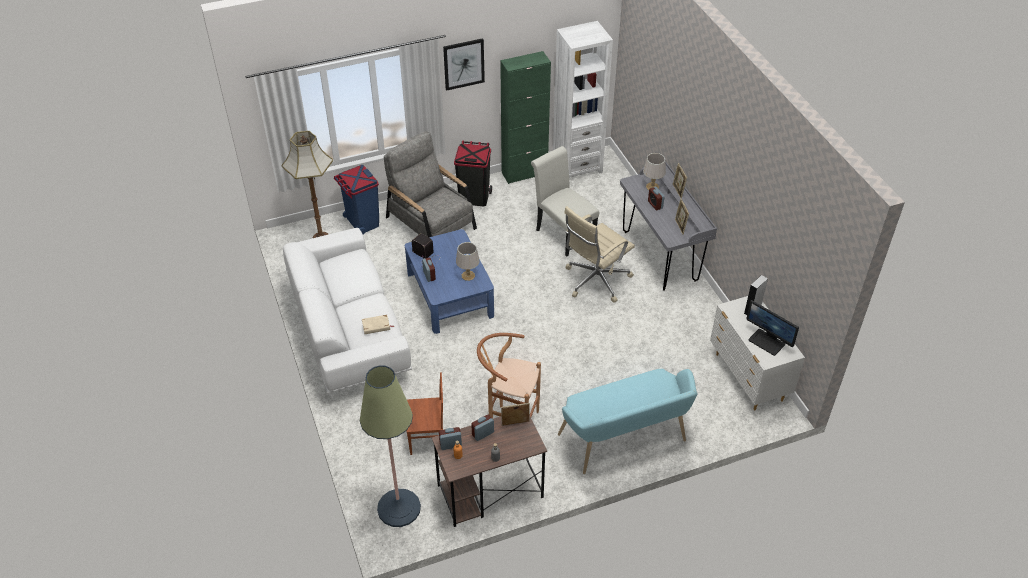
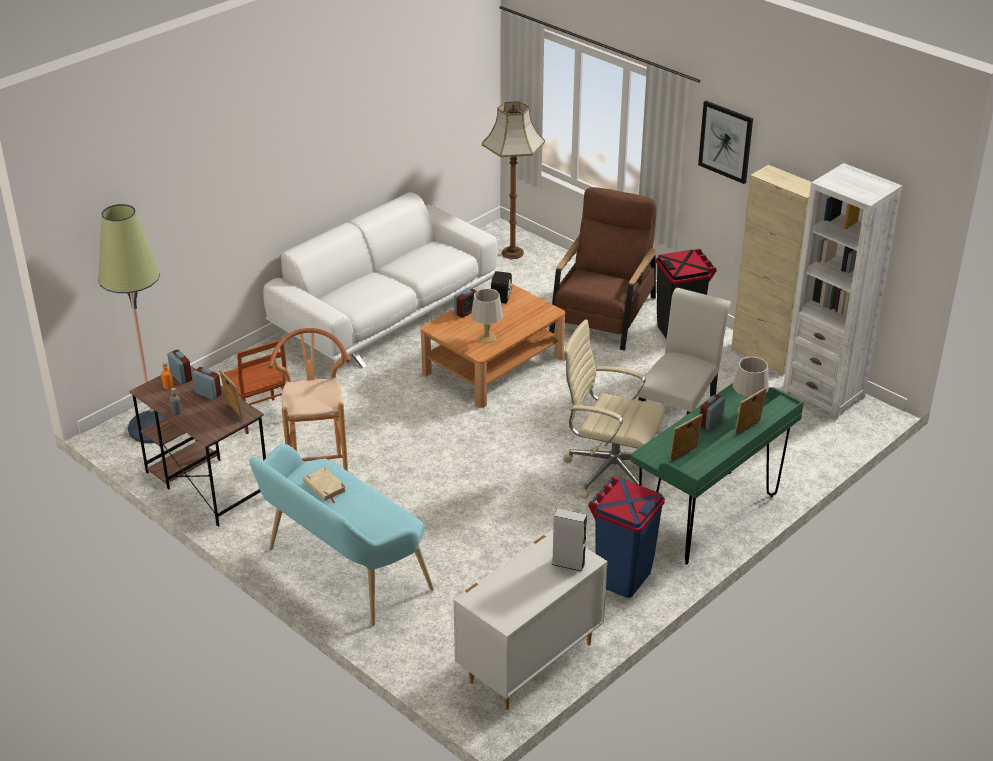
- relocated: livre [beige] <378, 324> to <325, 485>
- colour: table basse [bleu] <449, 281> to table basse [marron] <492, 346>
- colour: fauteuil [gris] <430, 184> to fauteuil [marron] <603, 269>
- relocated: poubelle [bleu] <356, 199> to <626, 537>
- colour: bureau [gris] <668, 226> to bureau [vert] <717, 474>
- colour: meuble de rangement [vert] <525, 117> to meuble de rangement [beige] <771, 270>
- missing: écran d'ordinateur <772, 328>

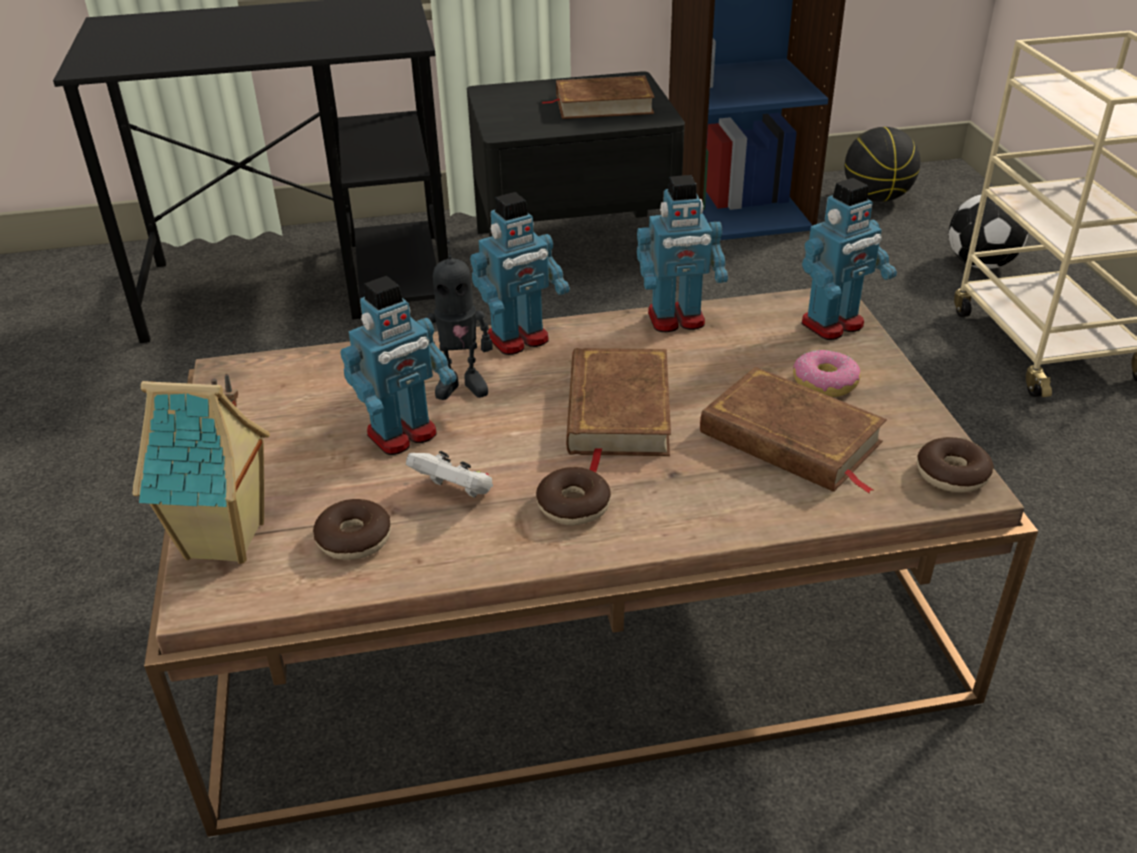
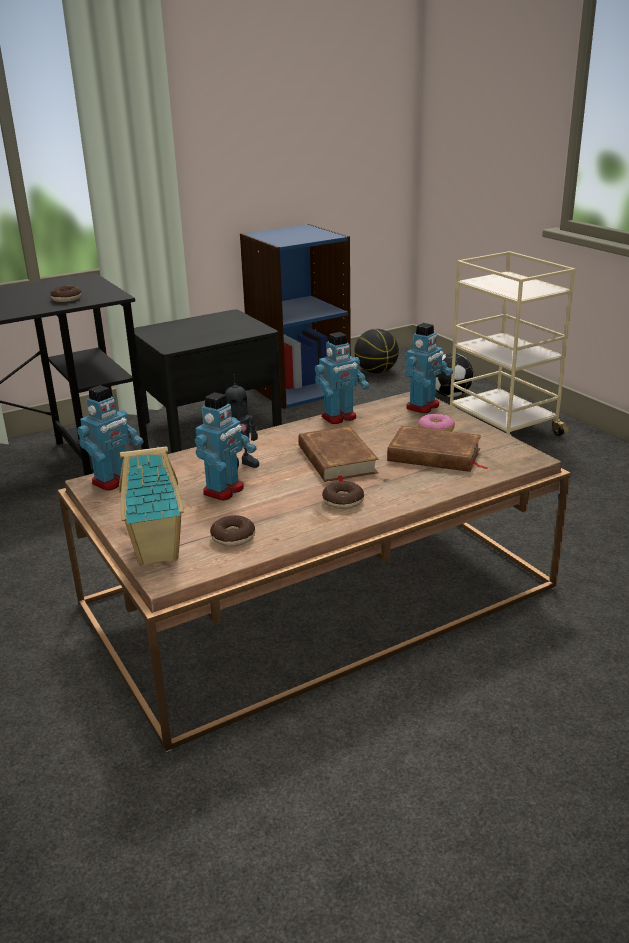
- relocated: beignet <955, 464> to <65, 294>
- relocated: robot jouet <520, 273> to <110, 438>
- missing: manette [blanc] <449, 474>
- missing: livre [marron] <598, 97>

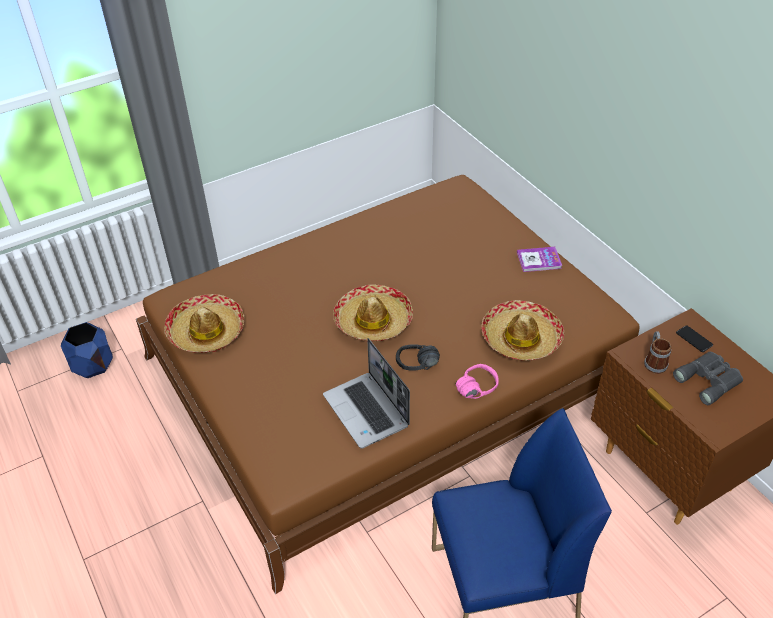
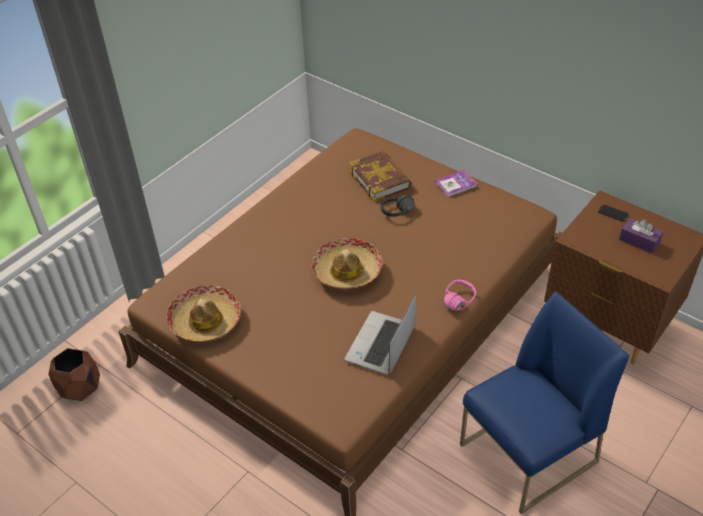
- colour: cache-pot [bleu] <87, 350> to cache-pot [marron] <74, 374>
- spun: ordinateur portable <366, 393> = <380, 335> 75 degrees clockwise
- appeared: livre <380, 176>
- relocated: casque audio [noir] <418, 357> to <398, 206>
- exchanged: jumelles [gris] <708, 378> to boîte à mouchoirs [violet] <641, 235>
- missing: chapeau <522, 330>
- missing: mug <657, 353>

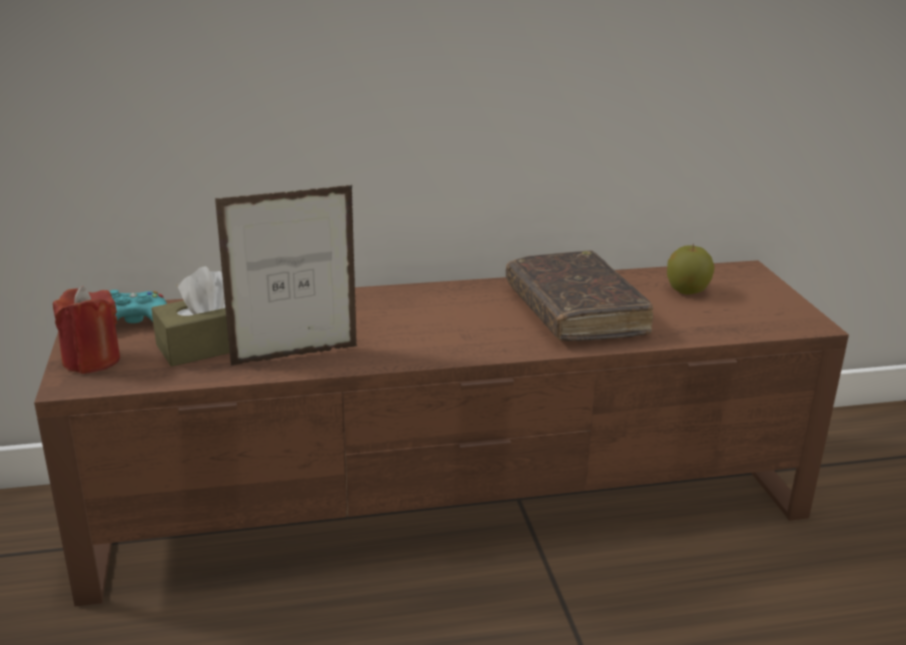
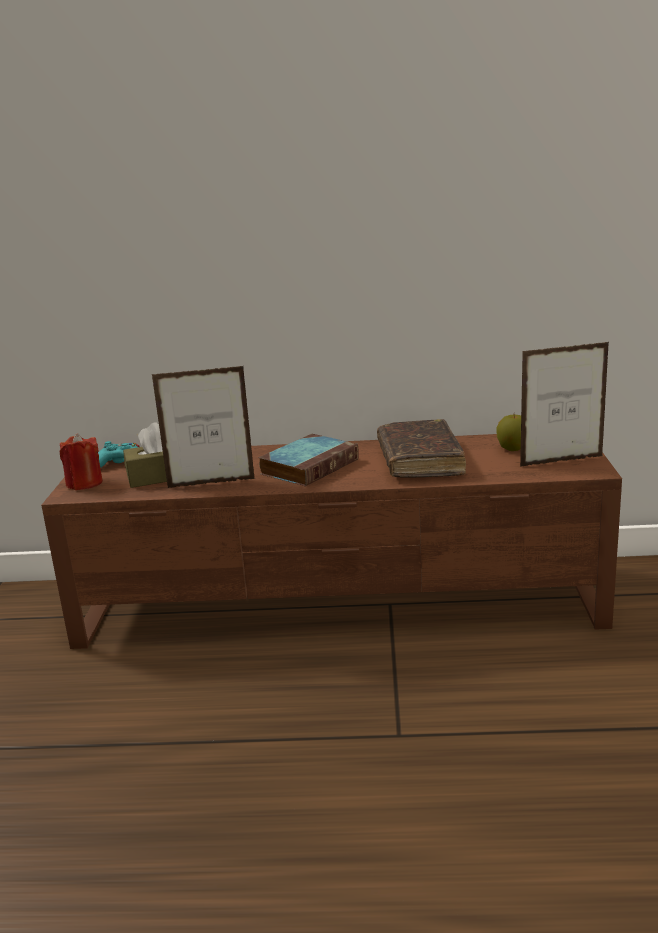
- appeared: livre <308, 460>
- appeared: cadre photo <564, 404>

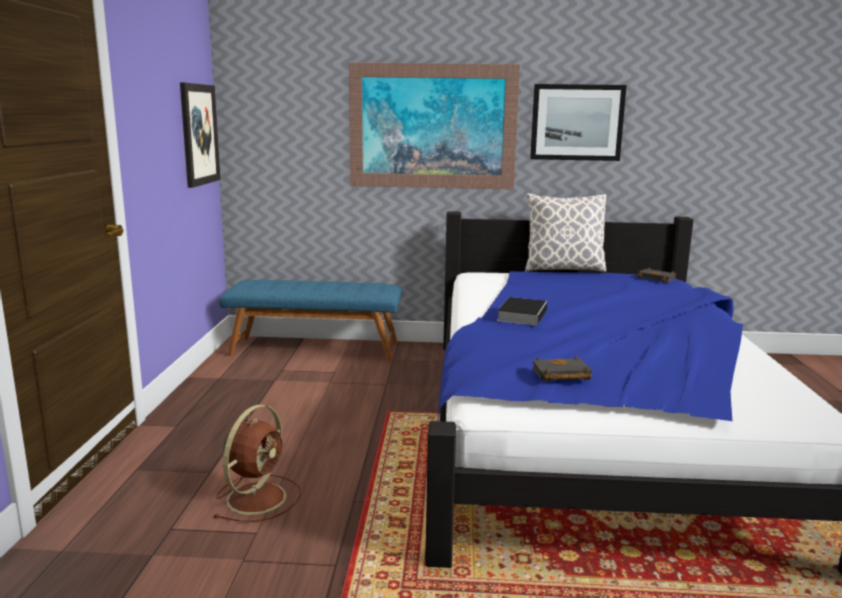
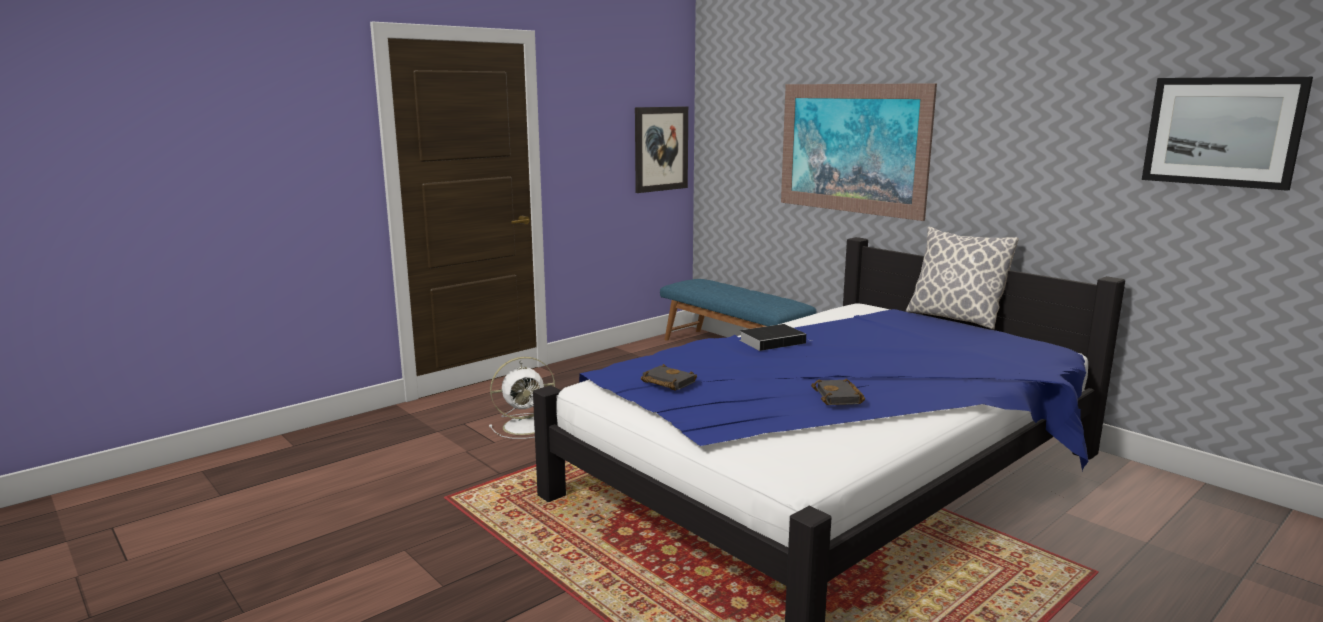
- colour: ventilateur [marron] <257, 463> to ventilateur [blanc] <522, 398>
- relocated: livre [noir] <656, 275> to <838, 392>
- relocated: tableau <578, 122> to <1227, 134>

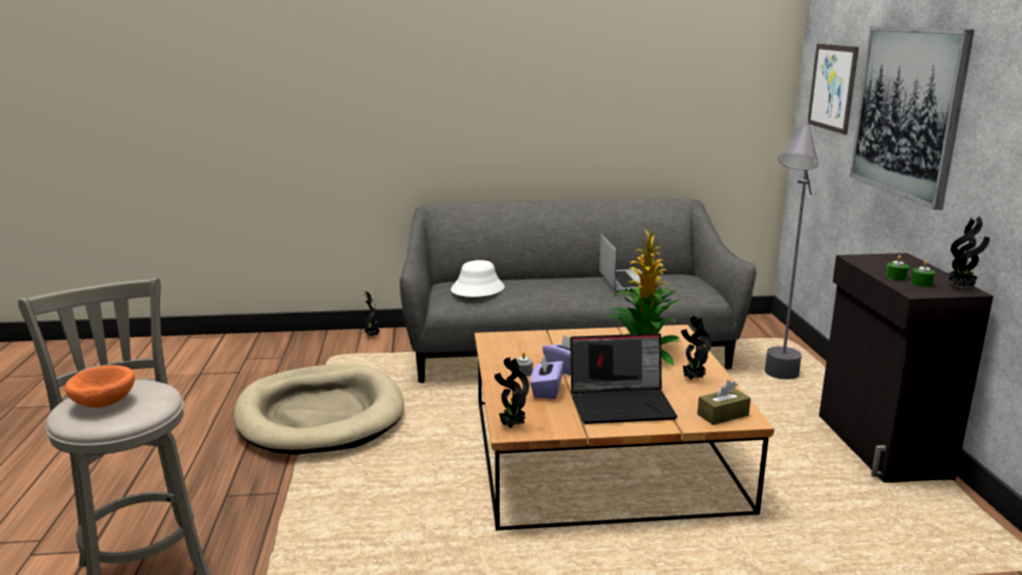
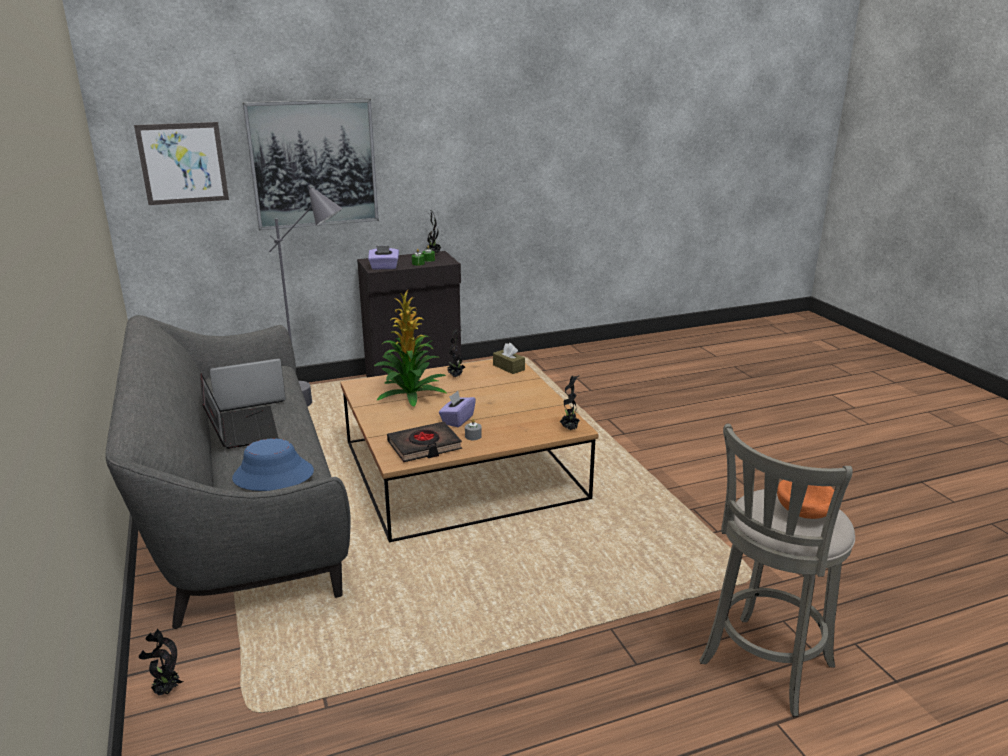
- relocated: ordinateur portable <624, 378> to <239, 411>
- colour: chapeau [blanc] <478, 278> to chapeau [bleu] <273, 464>
- relocated: boîte à mouchoirs [violet] <546, 376> to <383, 258>
- appeared: livre [noir] <424, 442>
- missing: panier pour chien [beige] <319, 409>

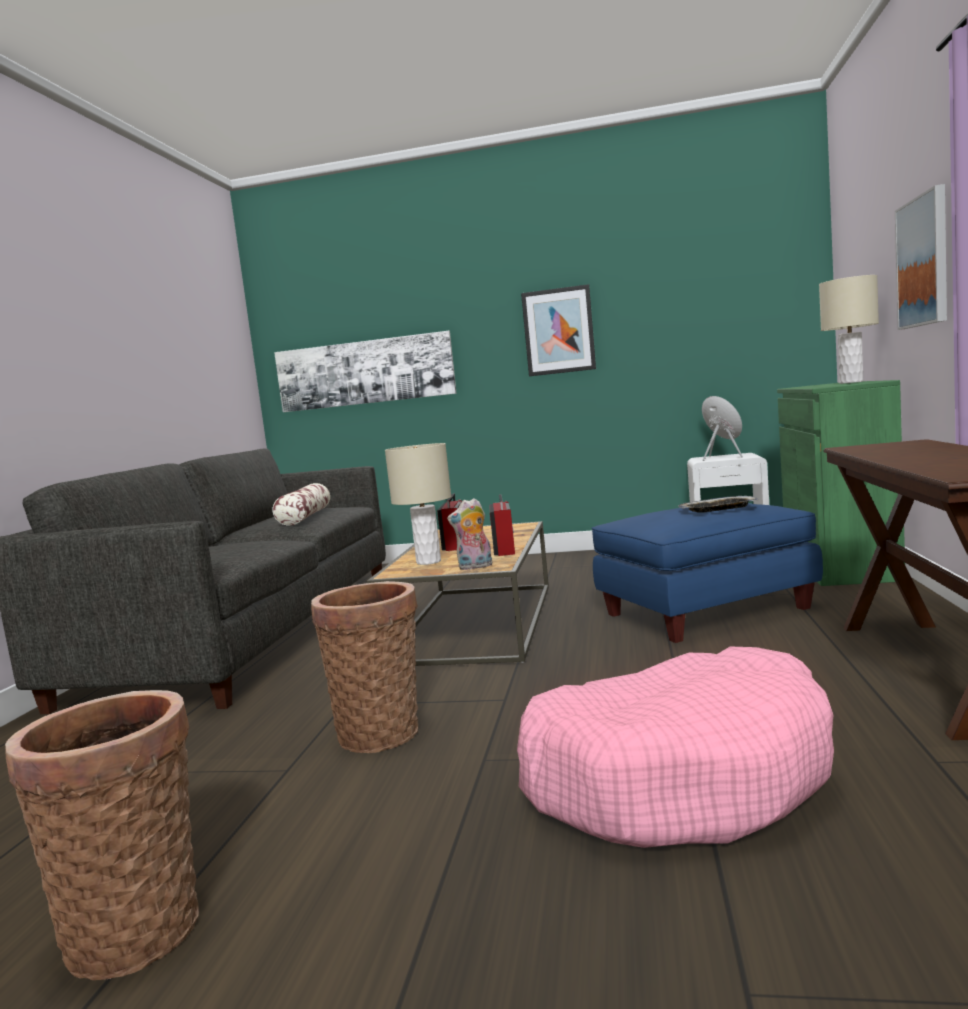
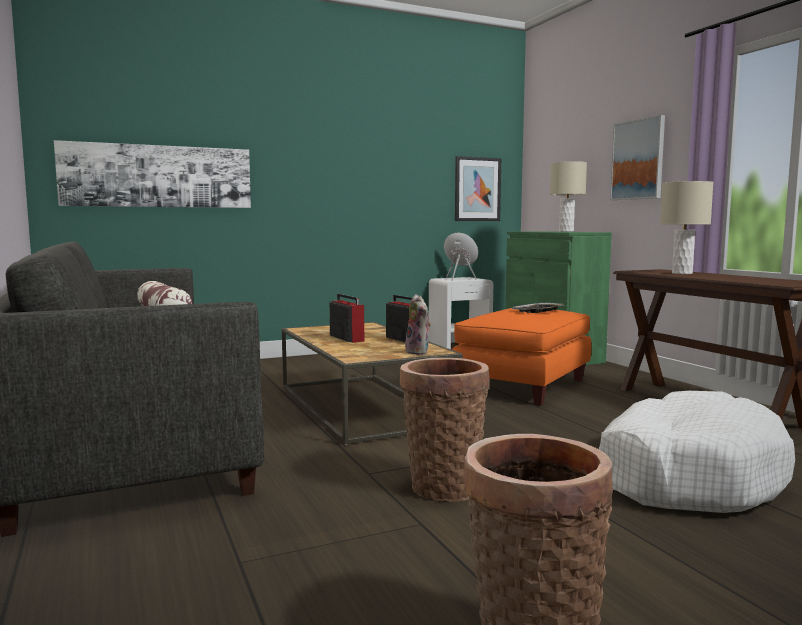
- spun: peluche <469, 534> = <418, 324> 60 degrees counterclockwise
- colour: pouf [bleu] <707, 573> to pouf [orange] <521, 357>
- relocated: tableau <558, 330> to <478, 188>
- colour: panier pour chien [rose] <675, 747> to panier pour chien [blanc] <697, 452>
- relocated: lampe de table [beige] <418, 504> to <687, 227>

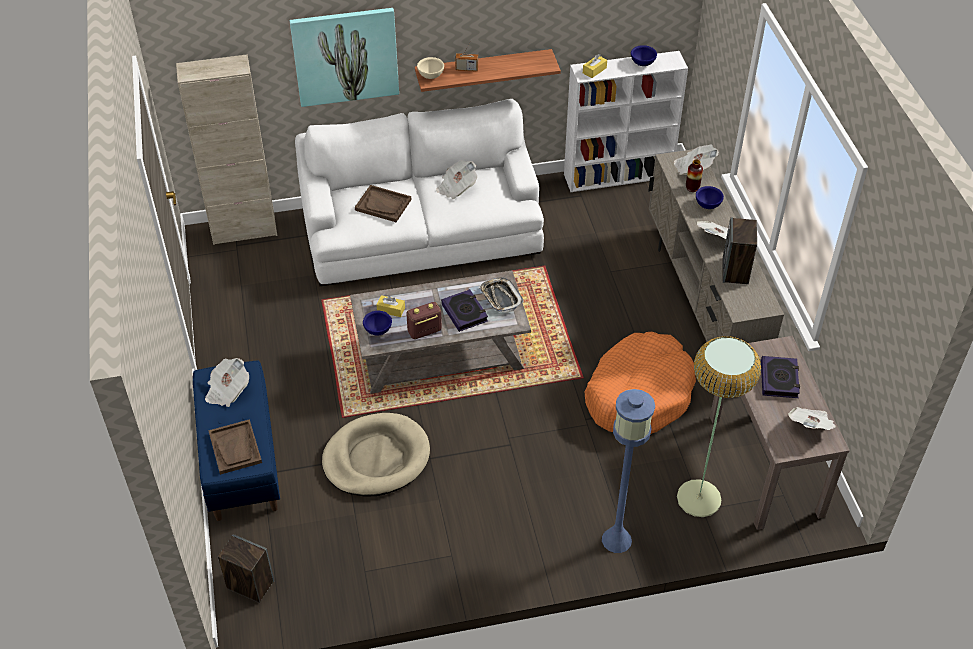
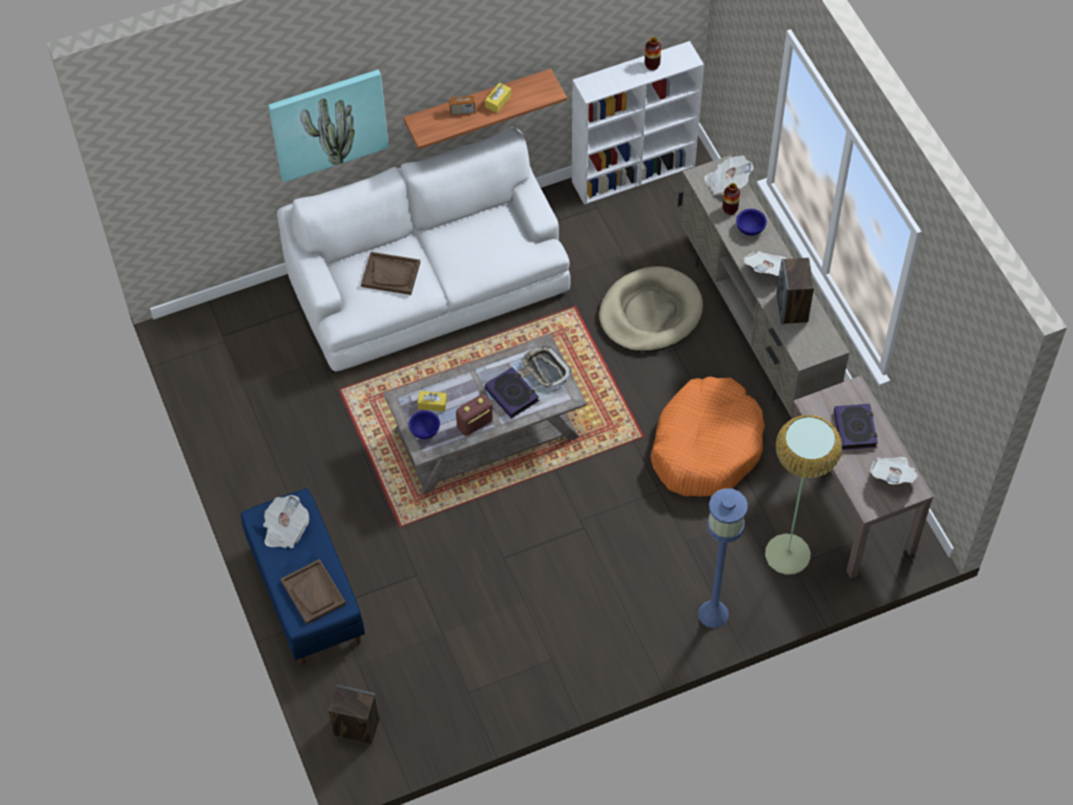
- relocated: boîte à mouchoirs [jaune] <595, 66> to <498, 98>
- relocated: panier pour chien [beige] <376, 454> to <651, 309>
- exchanged: bol [bleu] <644, 55> to vase <653, 53>
- missing: meuble de rangement [beige] <226, 149>
- missing: bol [beige] <430, 68>
- missing: journal <456, 179>

